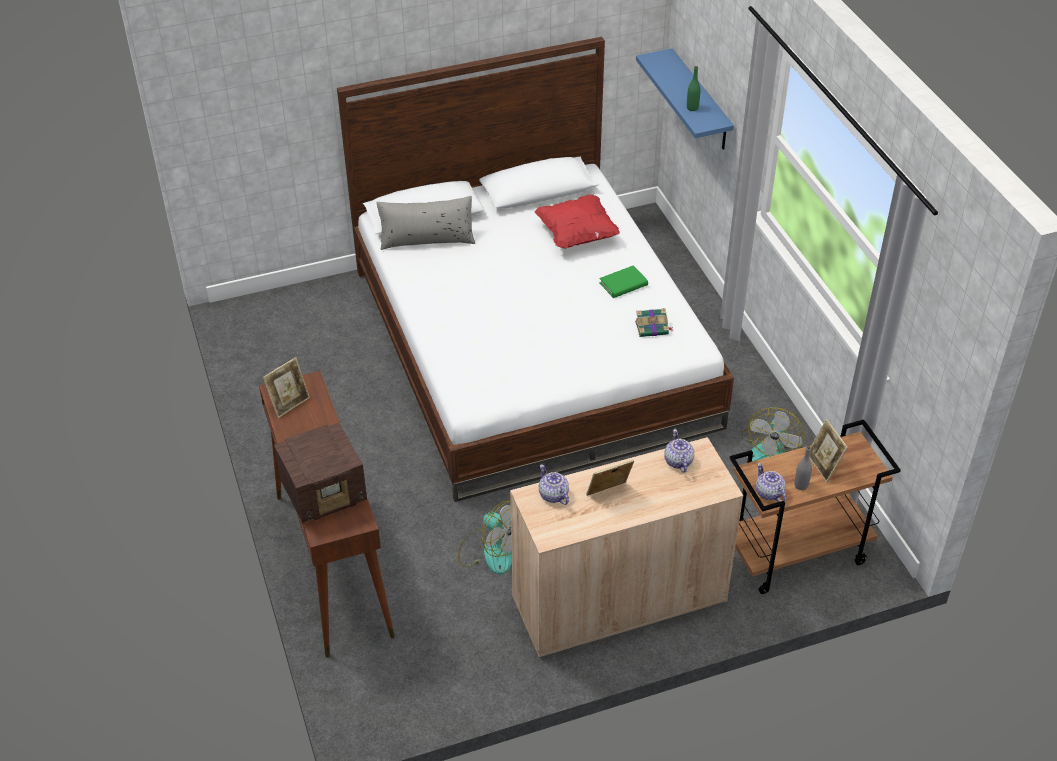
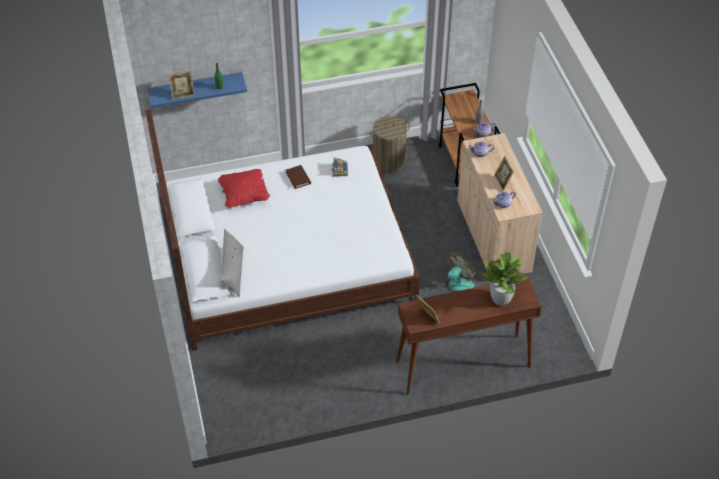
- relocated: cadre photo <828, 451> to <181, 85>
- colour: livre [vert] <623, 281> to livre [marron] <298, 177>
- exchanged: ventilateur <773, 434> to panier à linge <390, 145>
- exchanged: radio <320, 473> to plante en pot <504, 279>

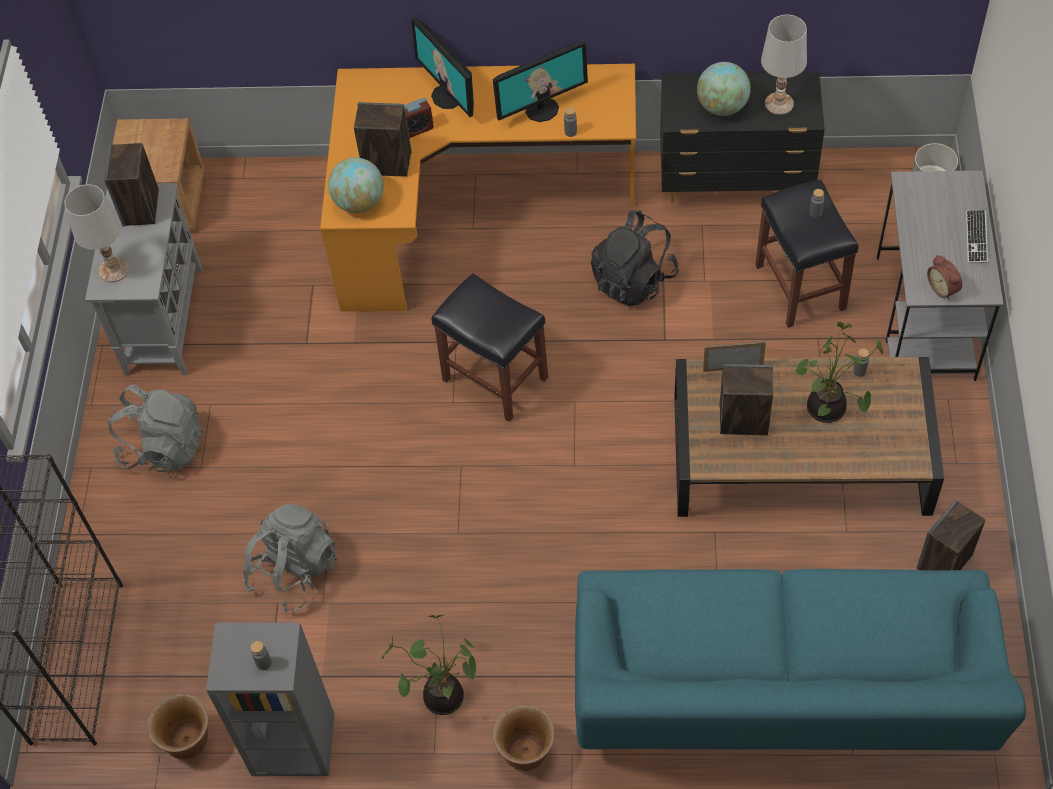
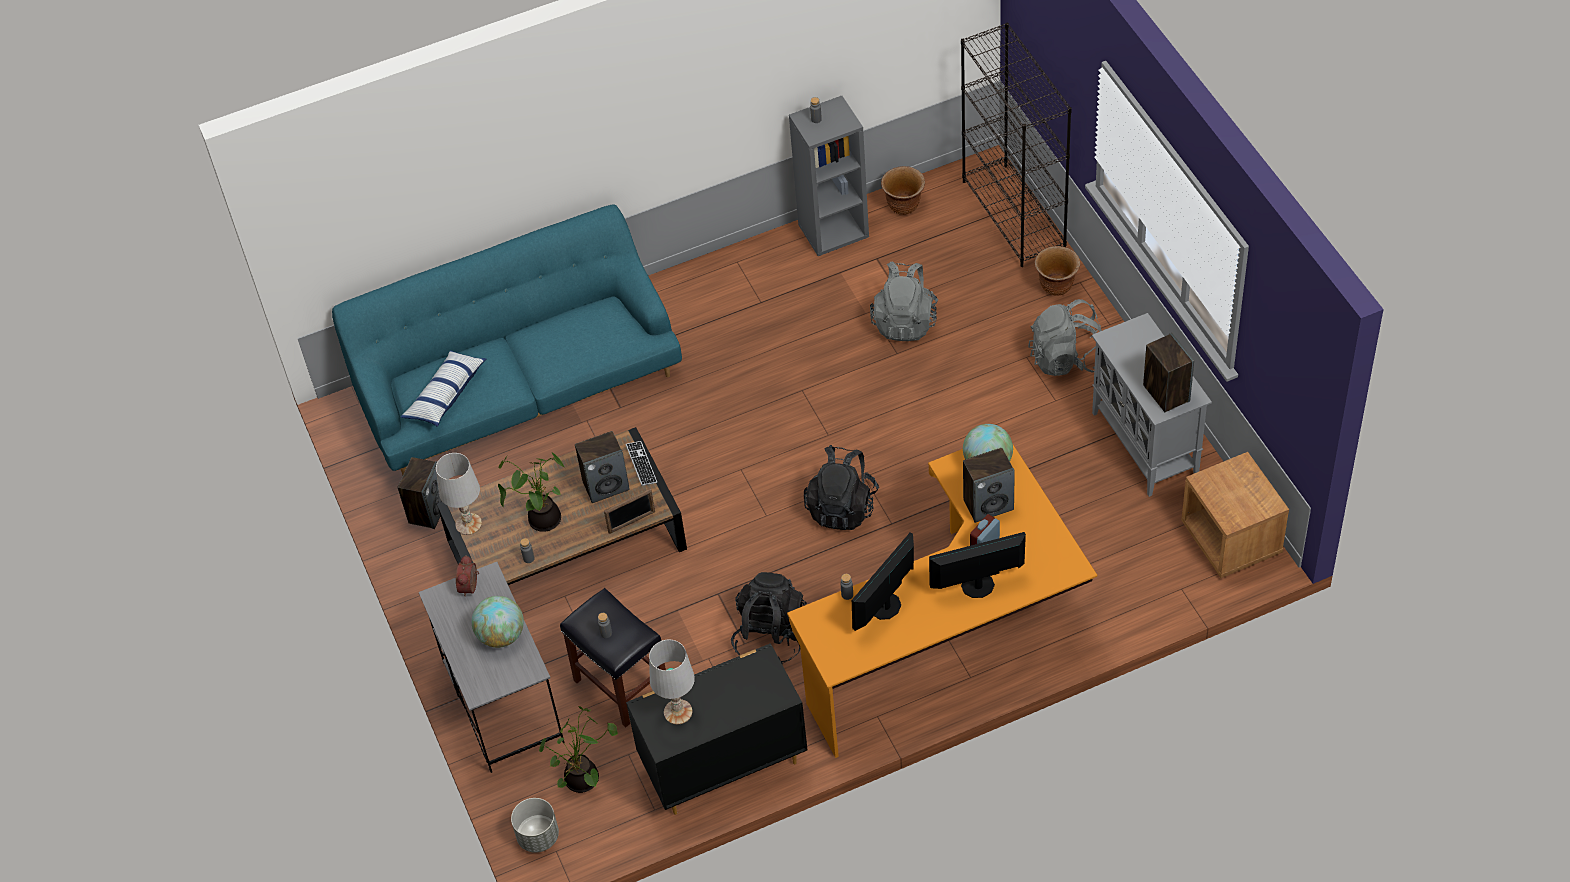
- appeared: coussin <443, 388>
- relocated: lampe de table [blanc] <96, 233> to <459, 494>
- spun: réveil <944, 277> = <467, 576> 120 degrees counterclockwise
- relocated: globe <724, 89> to <498, 622>
- relocated: plante en pot <429, 665> to <578, 749>
- relocated: clavier <977, 236> to <641, 463>
- exchanged: tabouret [noir] <490, 347> to sac à dos [noir] <841, 487>
- spun: écran d'ordinateur <442, 67> = <977, 565> 45 degrees counterclockwise
- relocated: cache-pot [marron] <523, 738> to <1057, 271>

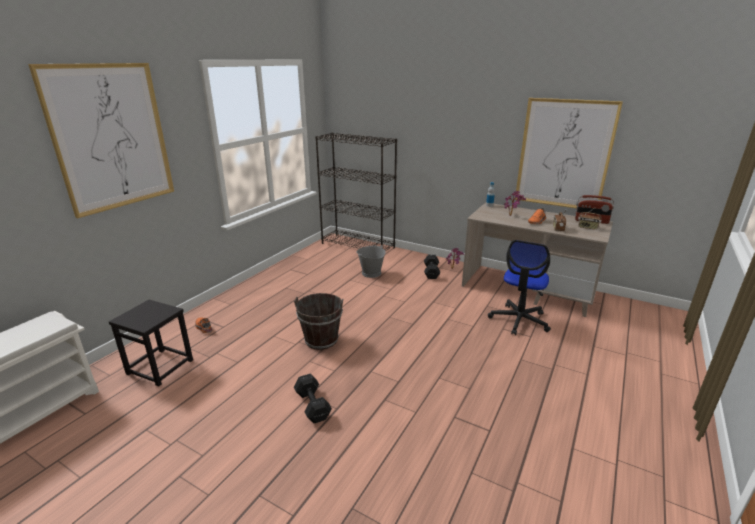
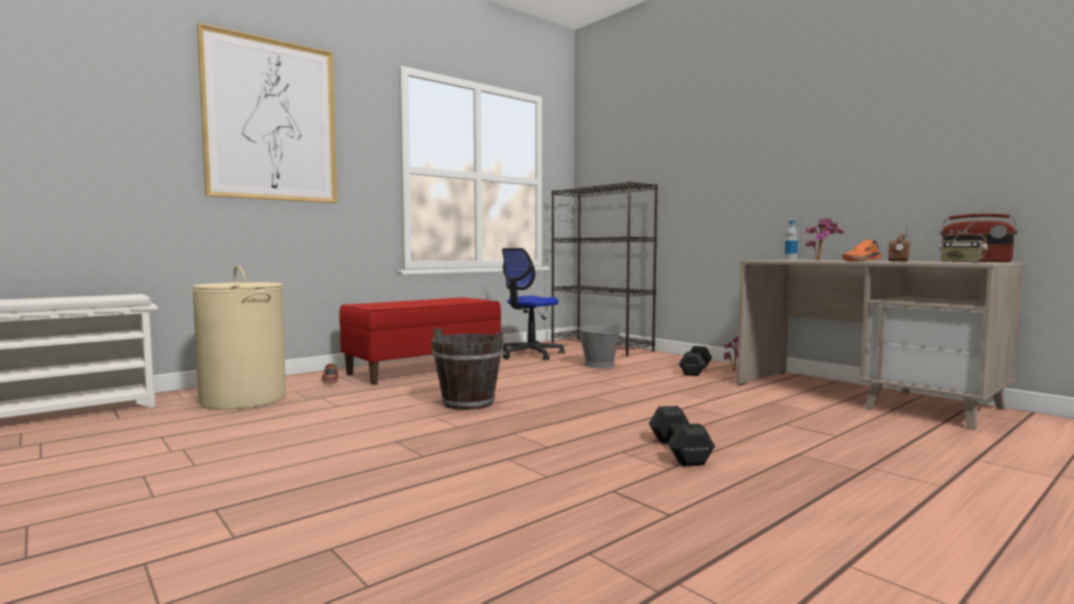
- exchanged: tabouret [noir] <151, 343> to panier à linge [beige] <239, 337>
- appeared: banc [rouge] <420, 341>
- relocated: chaise de bureau <519, 287> to <533, 304>
- relocated: haltère [noir] <313, 398> to <682, 436>
- missing: tableau <569, 153>

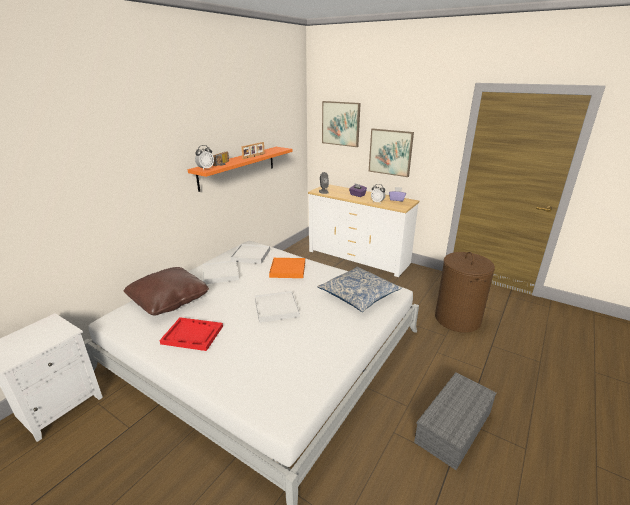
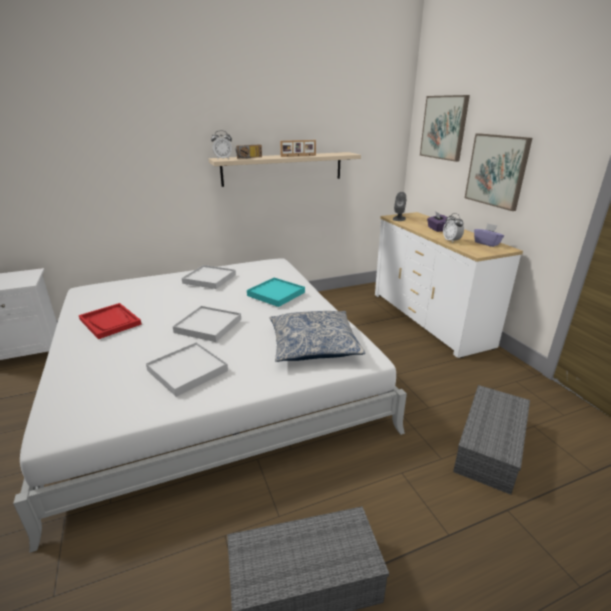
- relocated: plateau [blanc] <250, 254> to <187, 369>
- colour: étagère [orange] <240, 169> to étagère [beige] <285, 169>
- colour: plateau [orange] <287, 268> to plateau [turquoise] <276, 292>
- exchanged: panier à linge [marron] <465, 292> to boîte de rangement [gris] <491, 440>
- missing: coussin [marron] <166, 291>

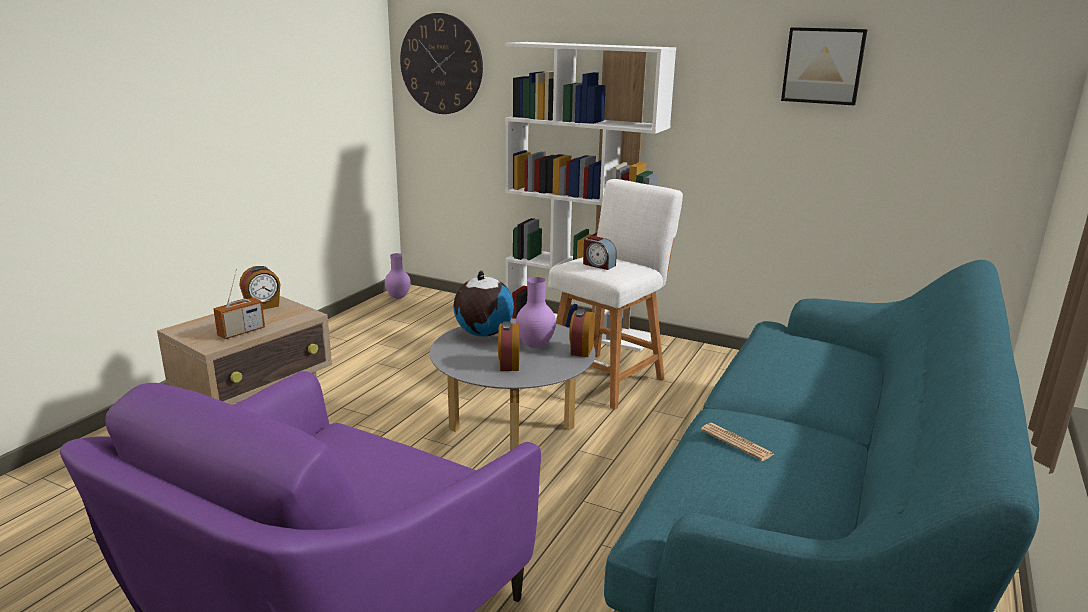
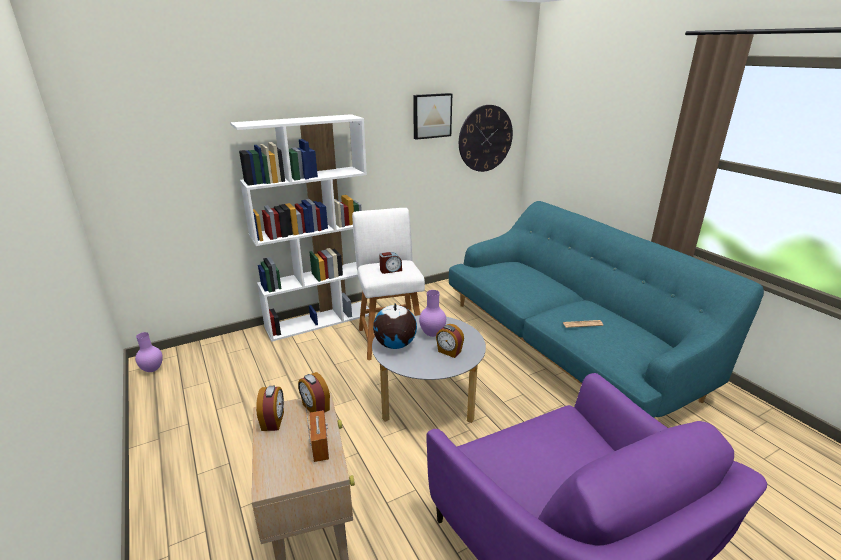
- relocated: réveil <582, 333> to <314, 392>
- relocated: horloge murale <441, 63> to <486, 138>

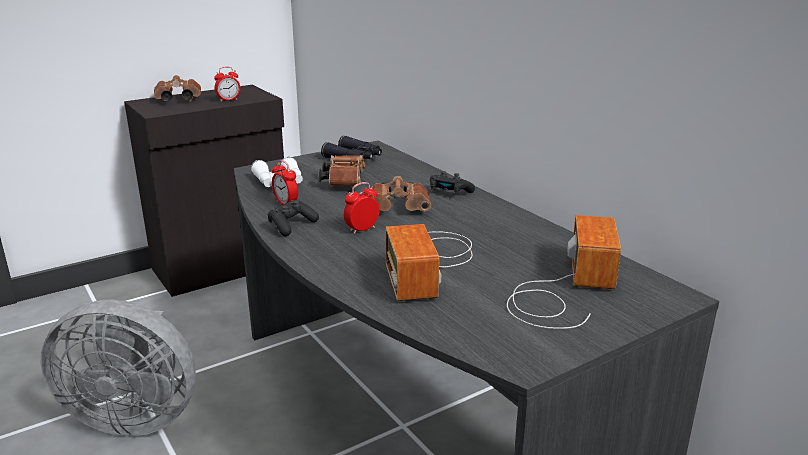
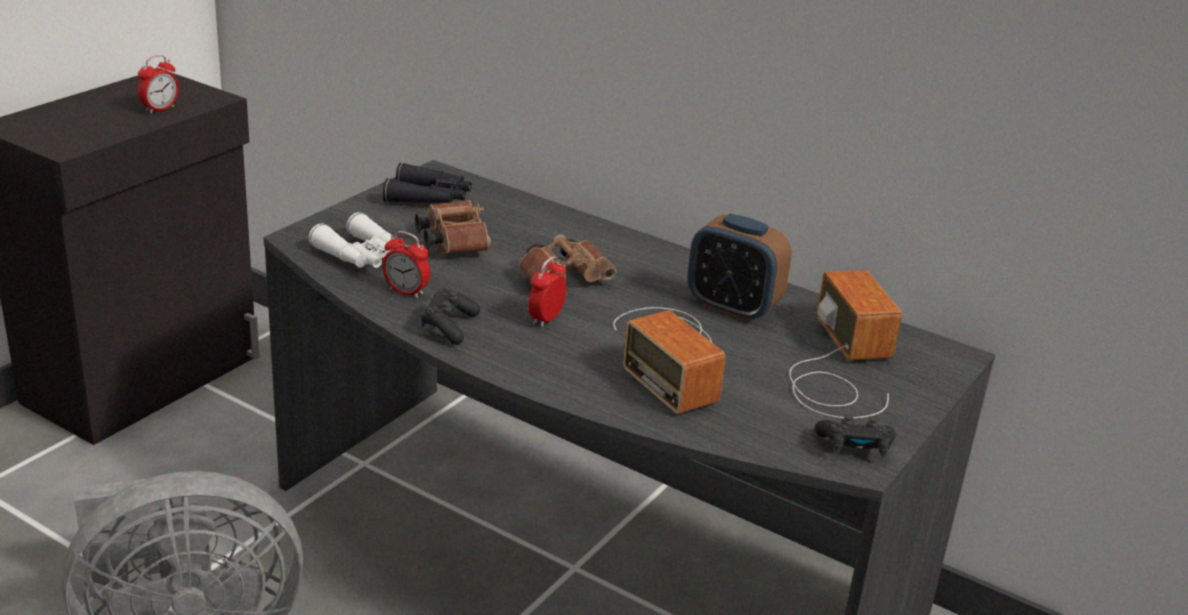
- appeared: réveil <739, 268>
- relocated: manette [noir] <452, 183> to <855, 436>
- missing: jumelles [marron] <177, 88>

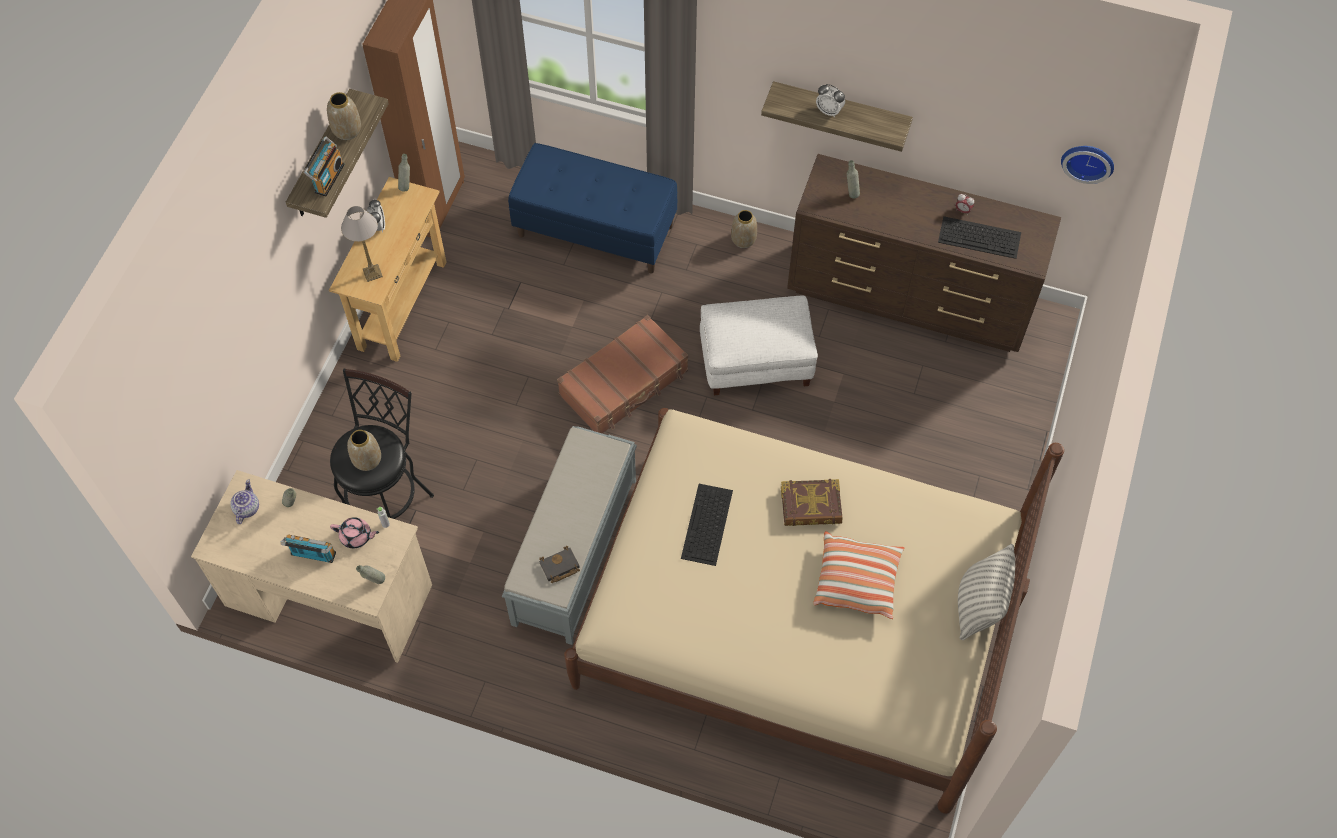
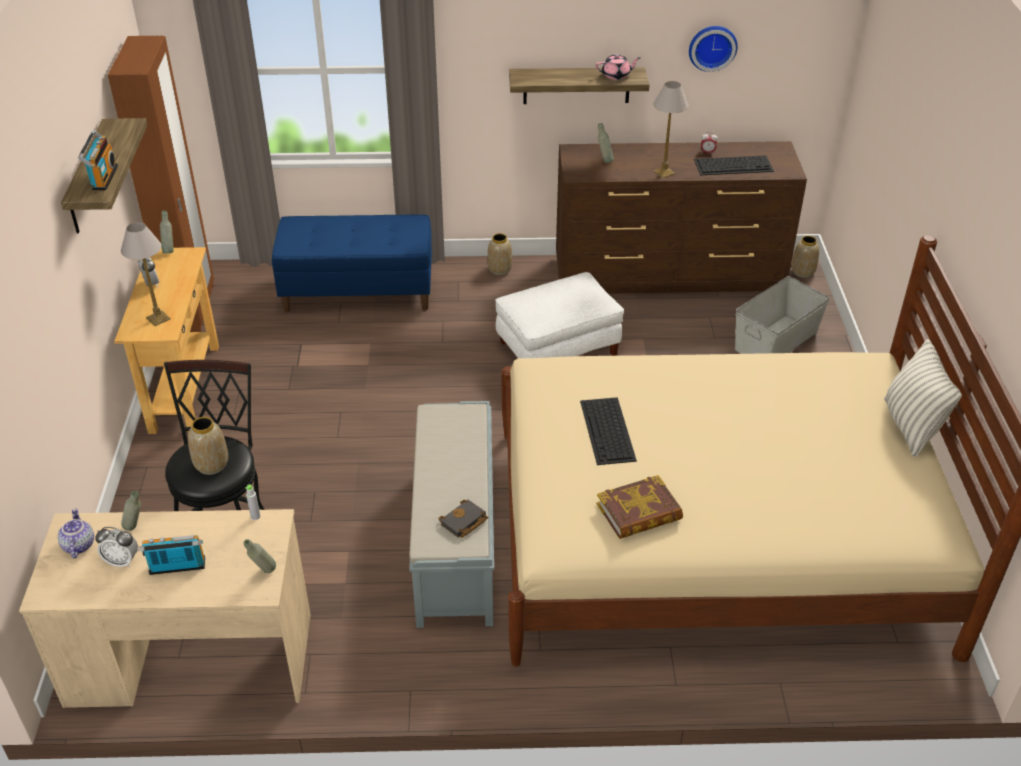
- relocated: réveil <830, 100> to <116, 547>
- relocated: théière [rose] <354, 532> to <618, 67>
- relocated: livre <811, 502> to <640, 507>
- appeared: lampe de table <670, 129>
- relocated: horloge murale <1087, 165> to <713, 49>
- appeared: boîte de rangement [gris] <782, 315>
- relocated: vase <344, 116> to <805, 257>
- missing: valise [marron] <622, 374>
- missing: coussin <859, 575>

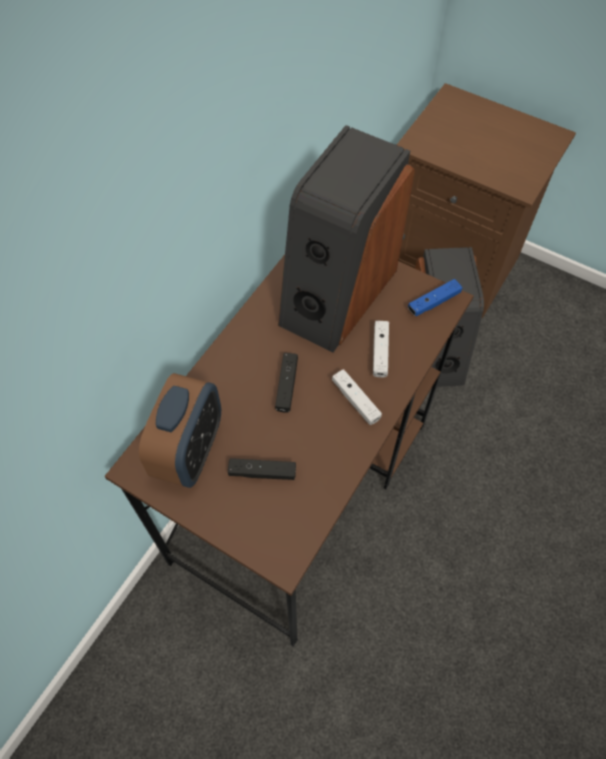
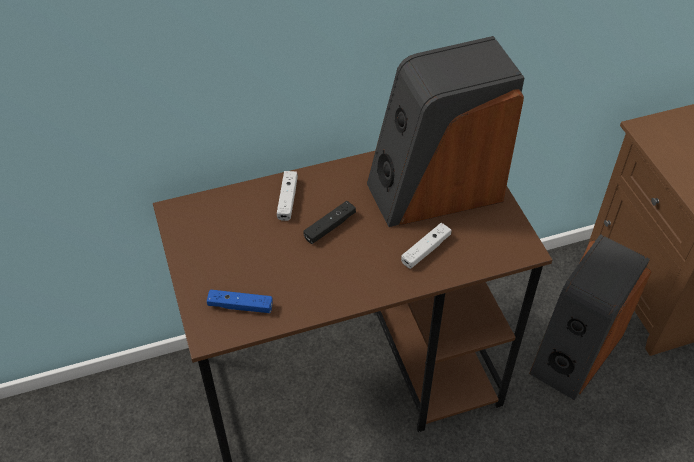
- relocated: manette [bleu] <435, 298> to <239, 301>
- relocated: manette [blanc] <357, 397> to <287, 196>
- missing: réveil <180, 430>
- missing: manette [noir] <262, 469>

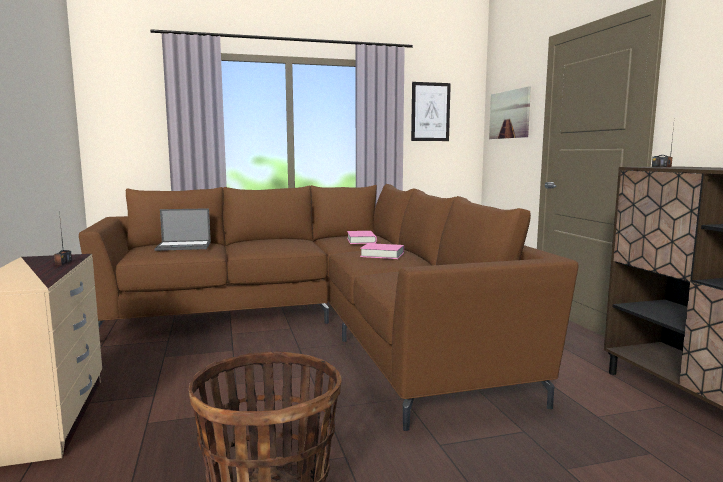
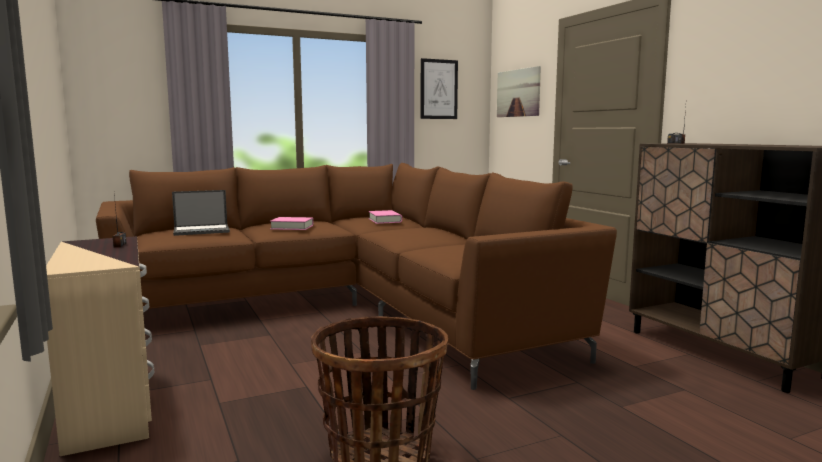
- relocated: livre [rose] <382, 251> to <291, 223>

